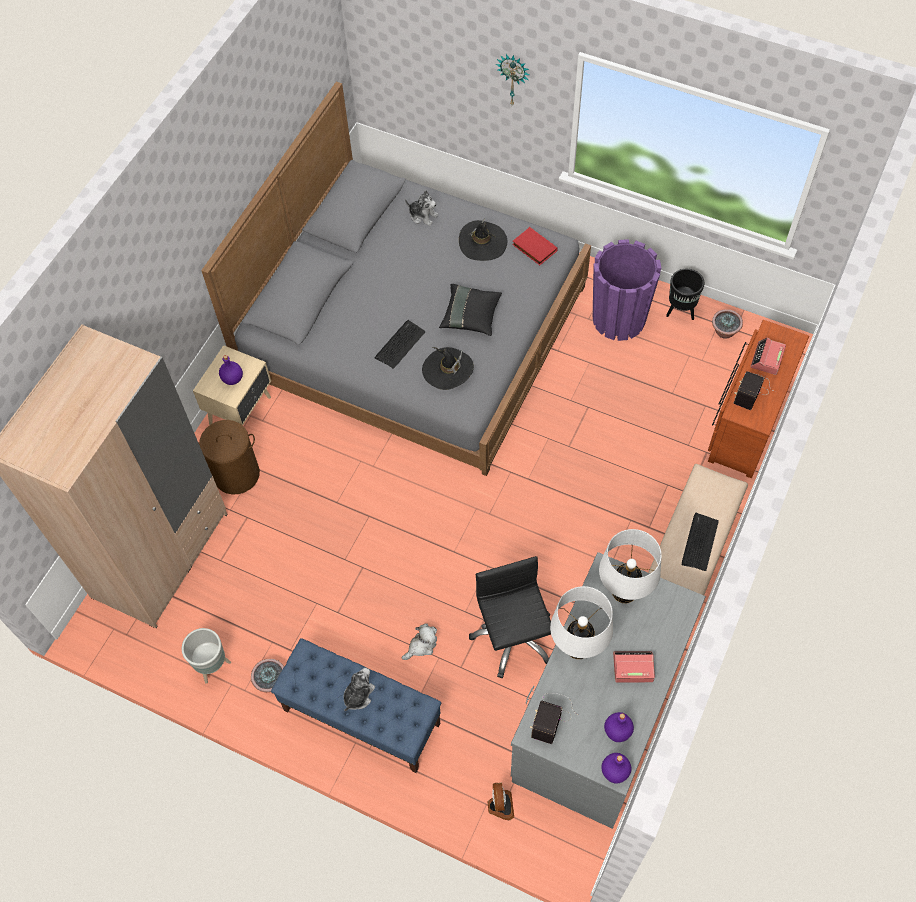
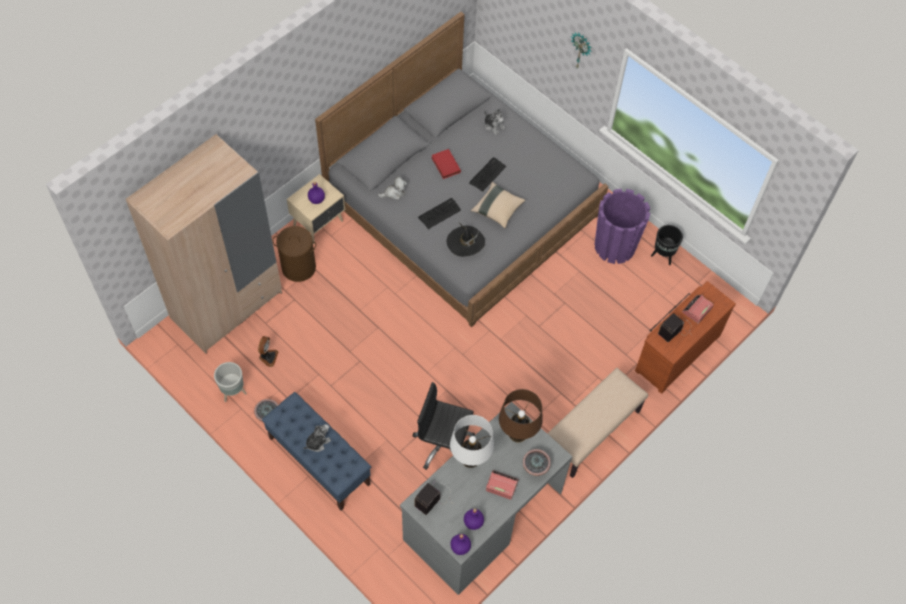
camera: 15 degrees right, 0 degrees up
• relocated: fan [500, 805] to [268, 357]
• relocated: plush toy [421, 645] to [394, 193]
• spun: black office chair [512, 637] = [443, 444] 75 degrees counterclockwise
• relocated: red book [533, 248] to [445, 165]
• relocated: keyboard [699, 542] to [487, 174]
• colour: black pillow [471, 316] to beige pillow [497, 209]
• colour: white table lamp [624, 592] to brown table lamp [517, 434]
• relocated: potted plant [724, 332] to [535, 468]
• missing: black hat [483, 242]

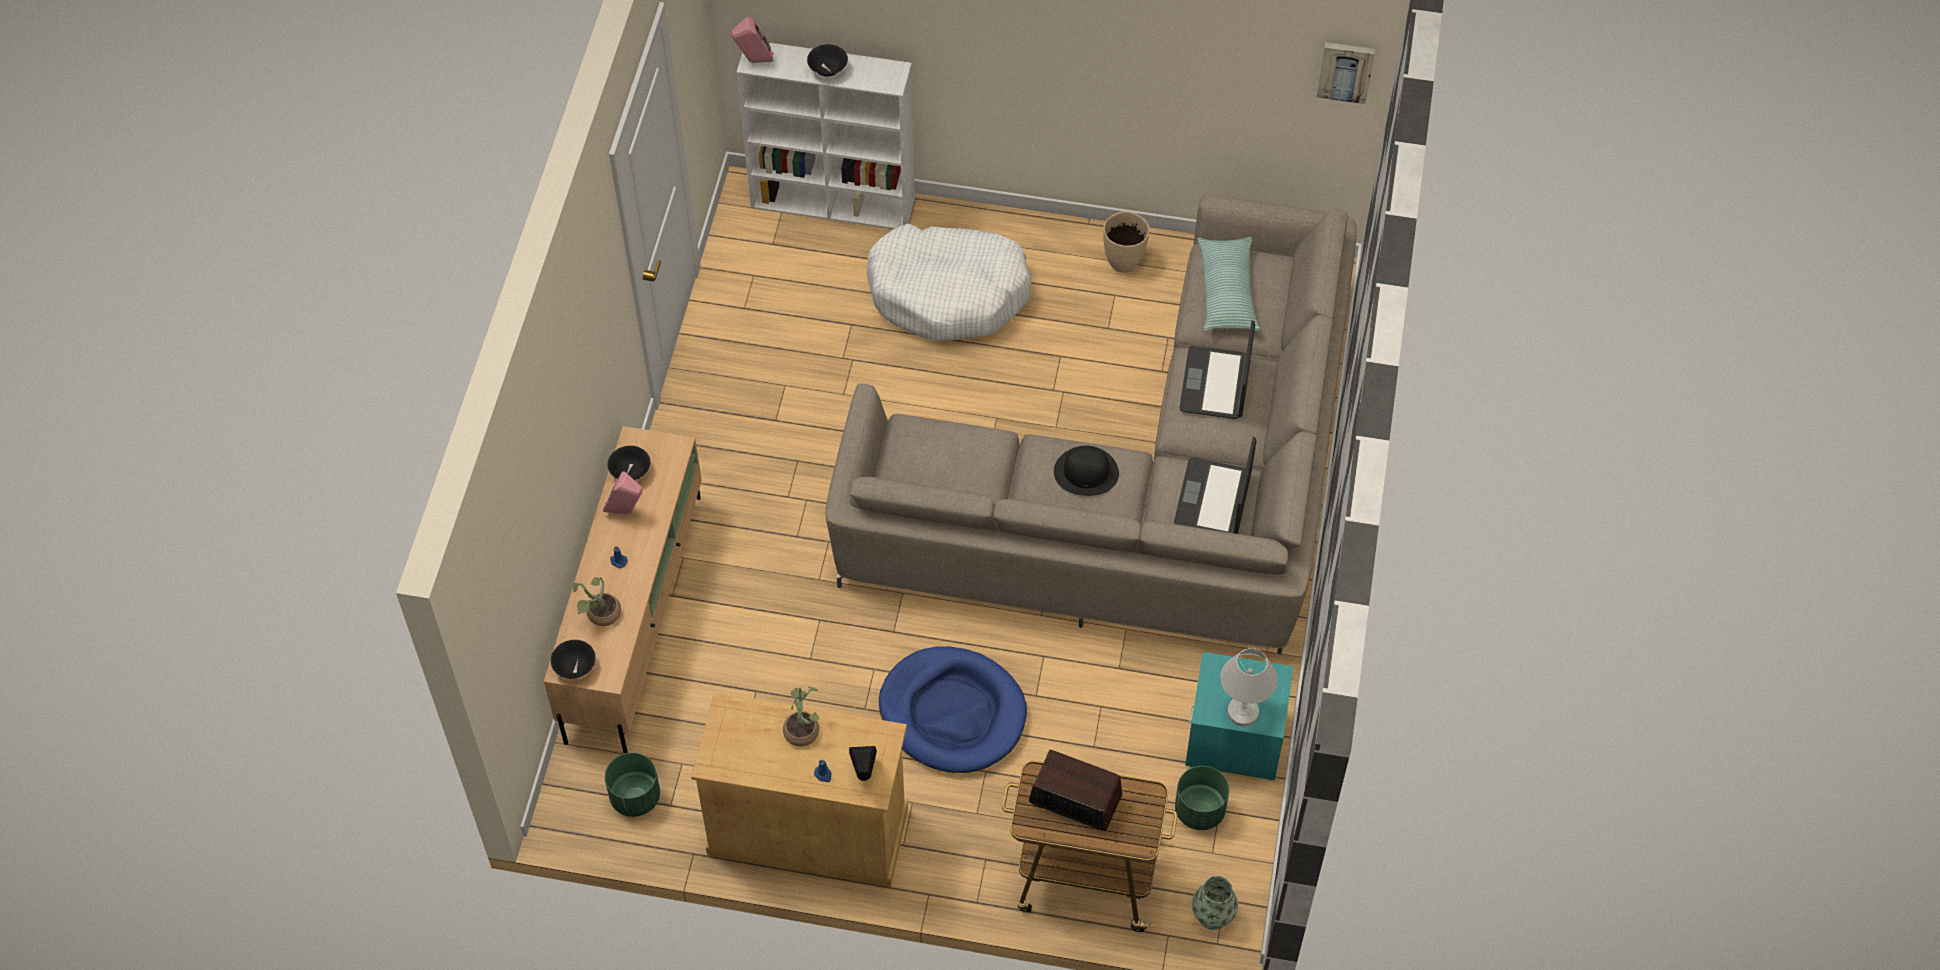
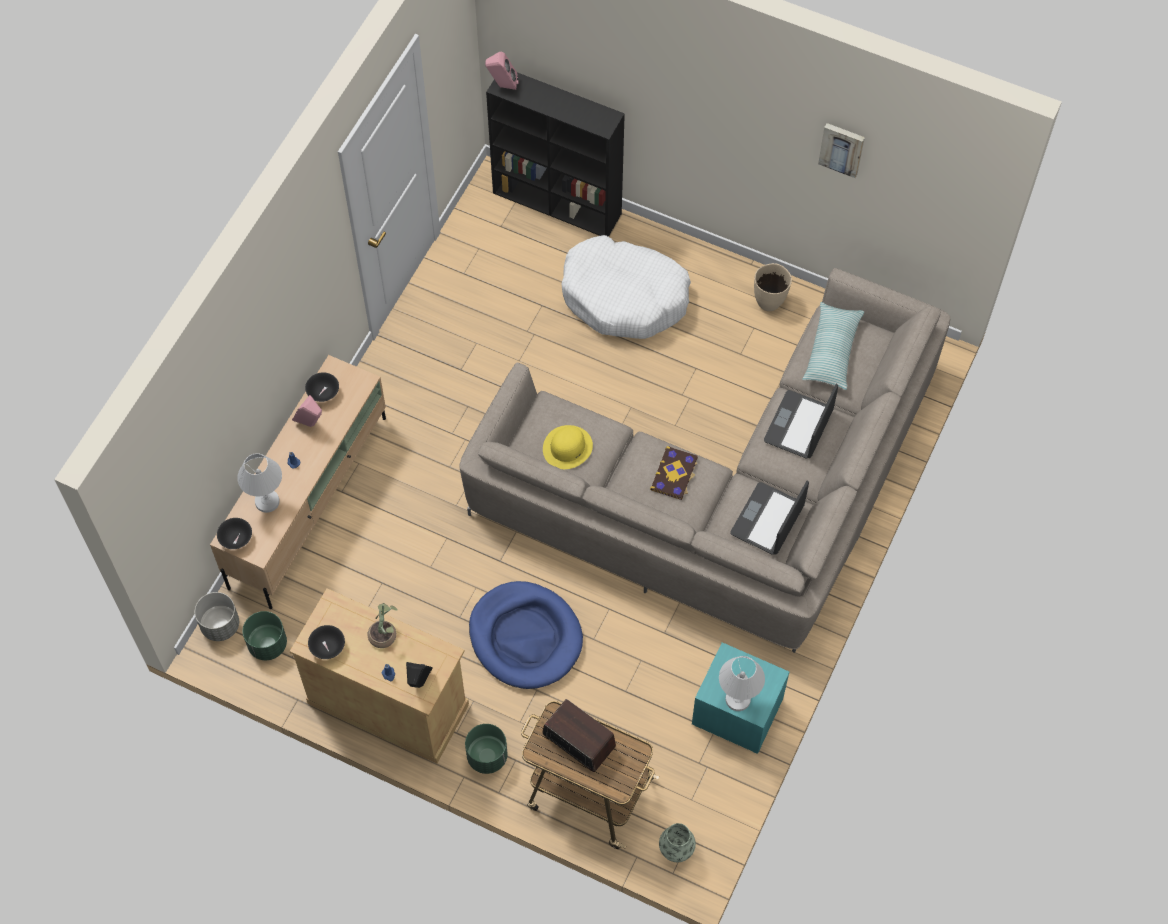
camera: 15 degrees right, 5 degrees up
• appeared: grey planter [220, 625]
• exchanged: potted plant [600, 614] to white table lamp [267, 502]
• relocated: black bowl [828, 69] to [328, 647]
• relocated: green planter [1199, 810] to [487, 756]
• colour: white bookcase [834, 203] to black bookcase [558, 203]
• appeared: yellow hat [567, 447]
• exchanged: black hat [1086, 472] to book [675, 474]
• relocated: picture [1345, 70] to [842, 148]

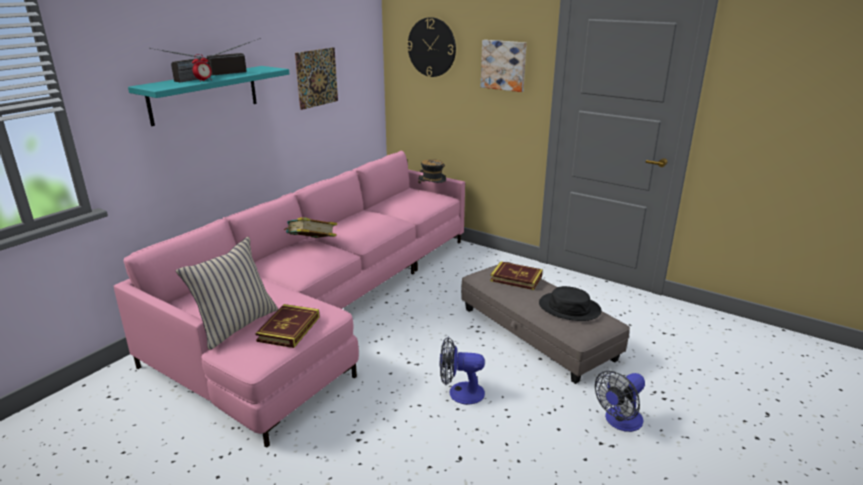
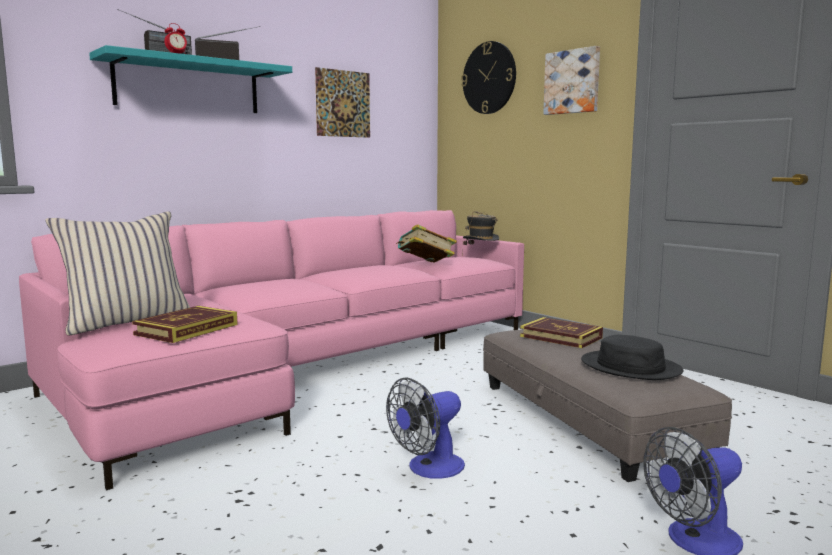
camera: 15 degrees right, 15 degrees down
• spun: fan [460, 393] = [428, 469] 60 degrees counterclockwise
• relocated: book [311, 244] to [425, 265]

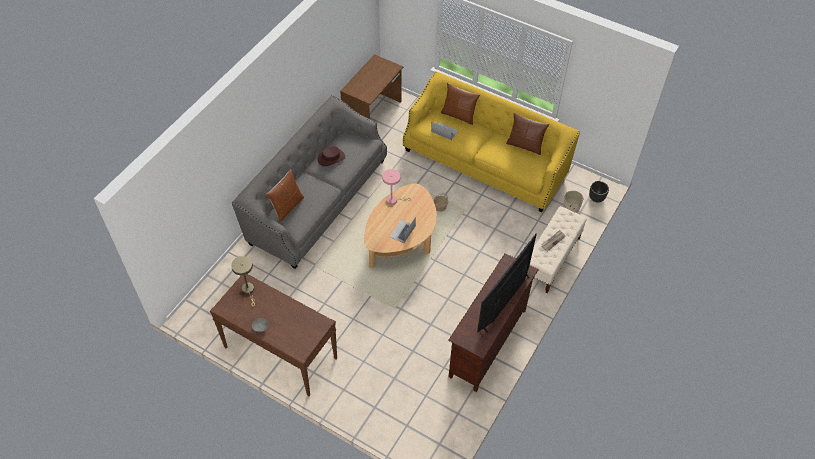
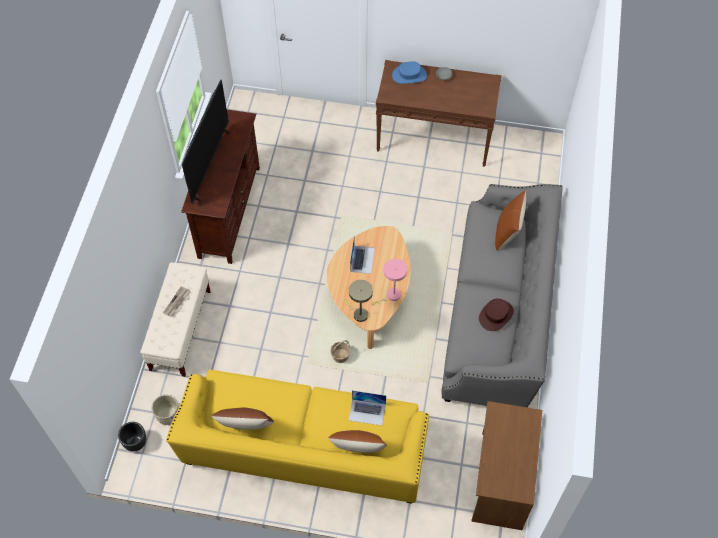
camera: 160 degrees right, 5 degrees up
• relocated: beige table lamp [248, 290] to [358, 313]
• appeared: blue hat [409, 75]

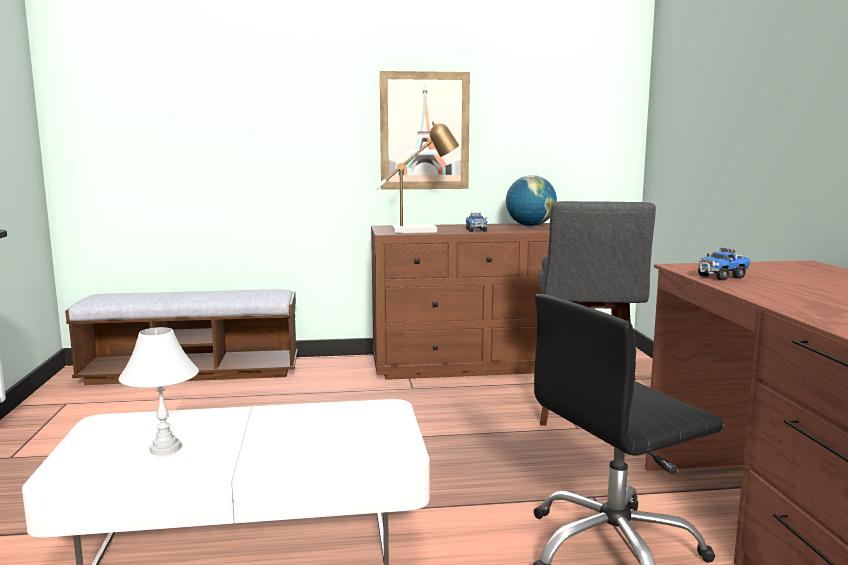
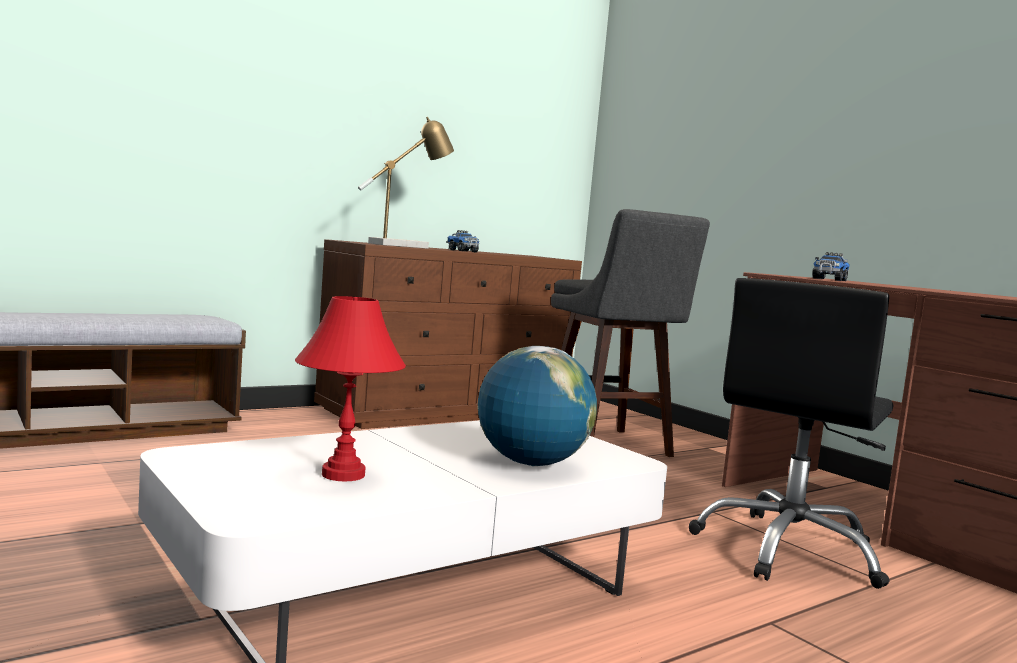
camera: 30 degrees left, 5 degrees down
• colour: white table lamp [165, 449] to red table lamp [344, 474]
• relocated: globe [530, 226] to [531, 464]
• missing: picture [424, 131]

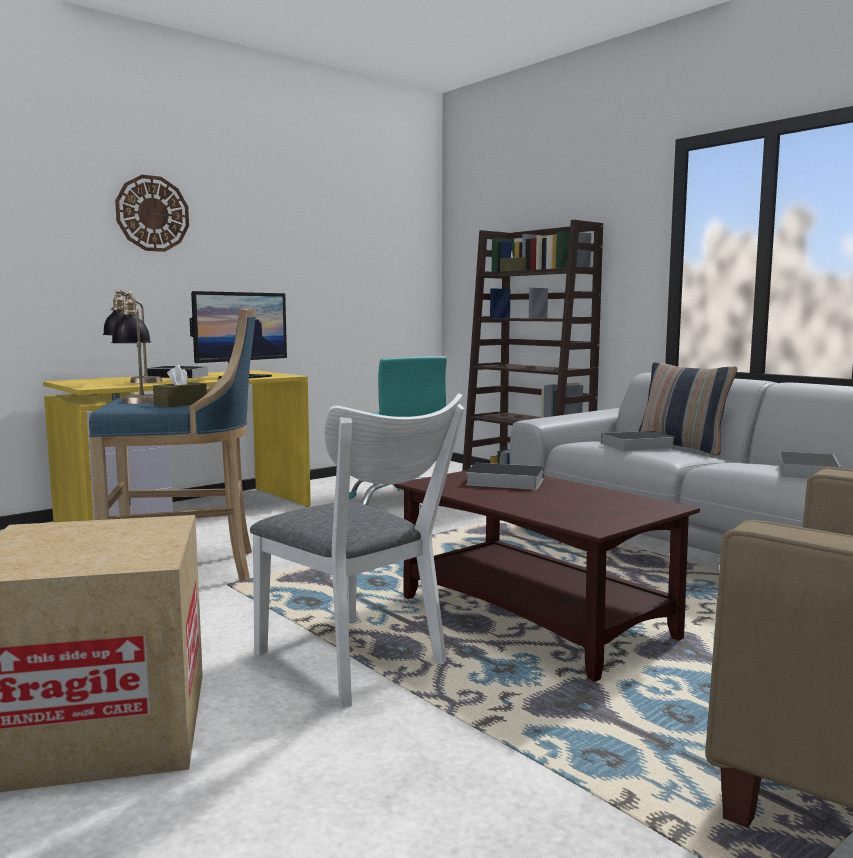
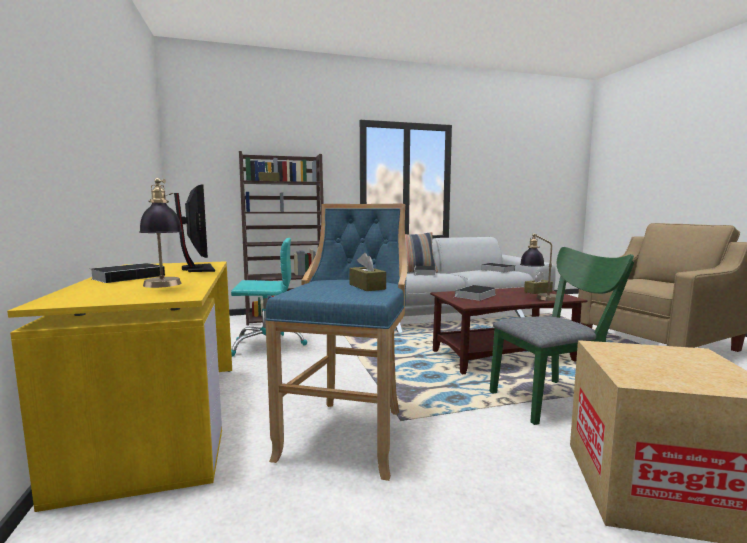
camera: 65 degrees left, 0 degrees up
• colour: white chair [358, 663] to green chair [553, 399]
• relocated: table lamp [138, 399] to [538, 298]
• appeared: brown tissue box [538, 292]
• missing: wall clock [152, 213]

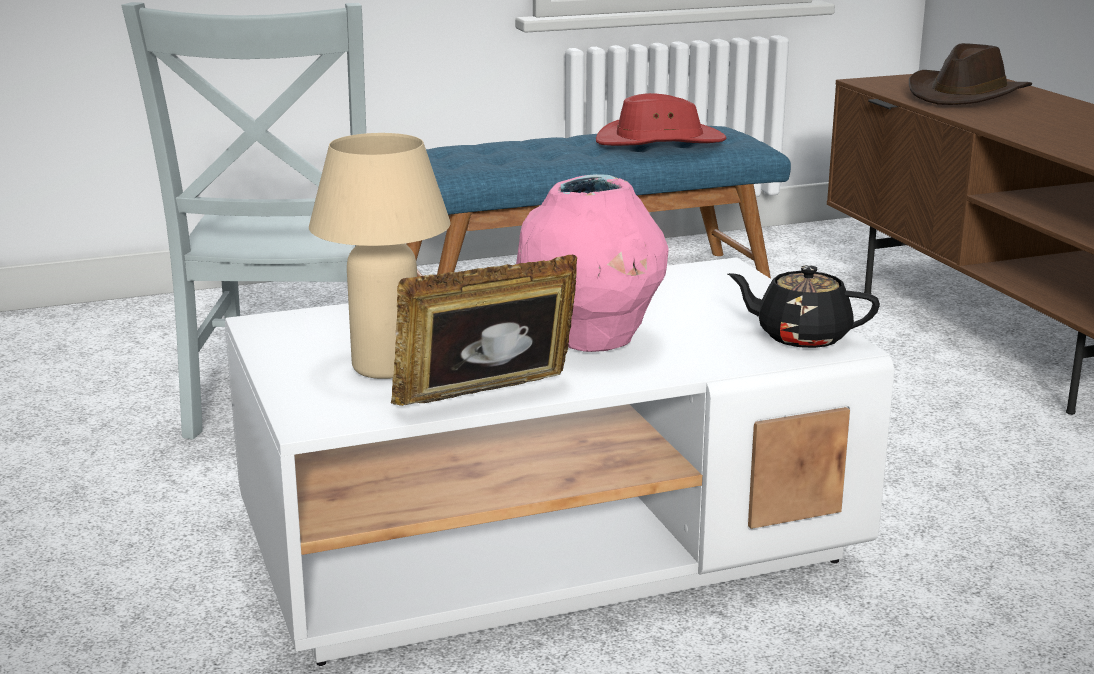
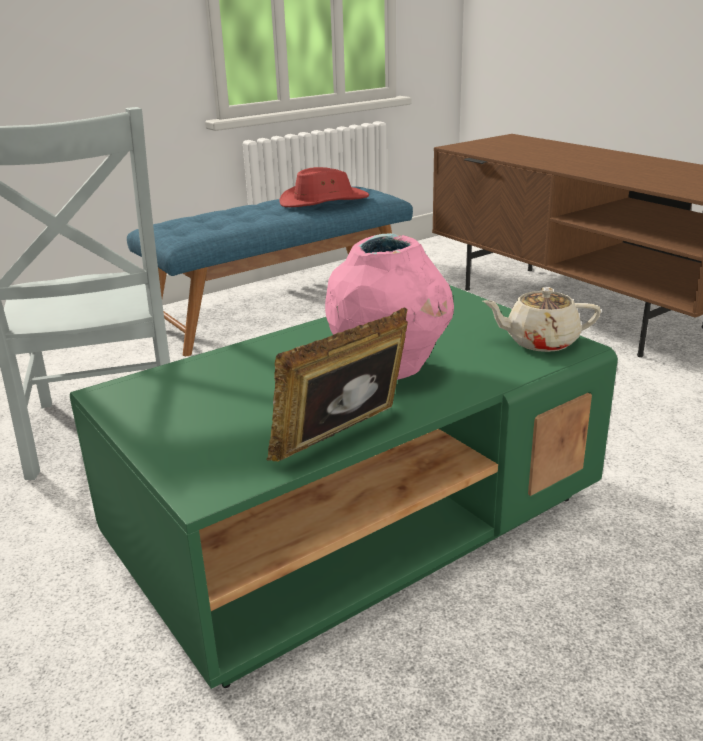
camera: 15 degrees left, 5 degrees up
• colour: white coffee table [548, 542] to green coffee table [356, 523]
• colour: black teapot [801, 336] to beige teapot [539, 342]
• missing: beige table lamp [386, 367]
• missing: brown hat [967, 96]

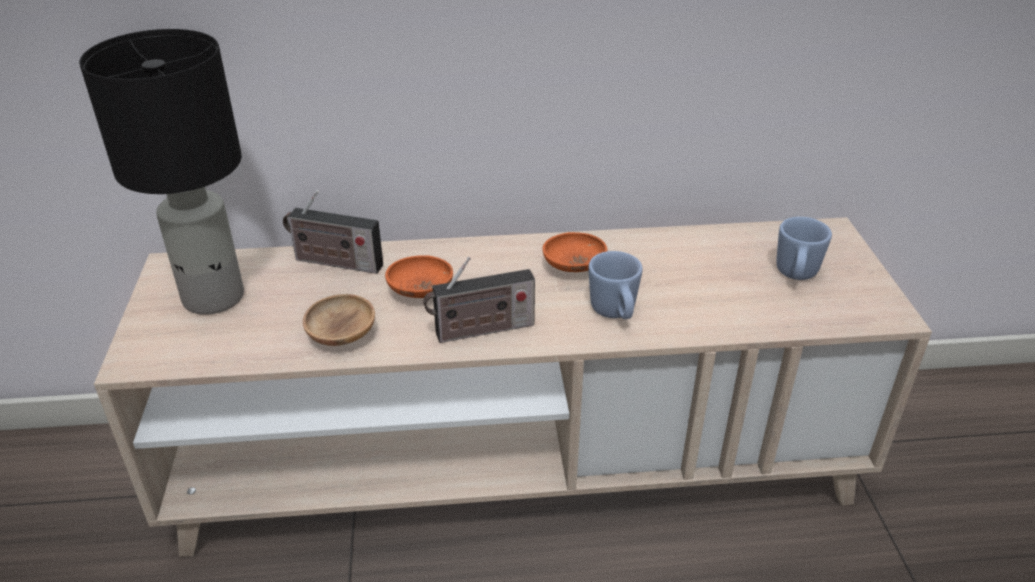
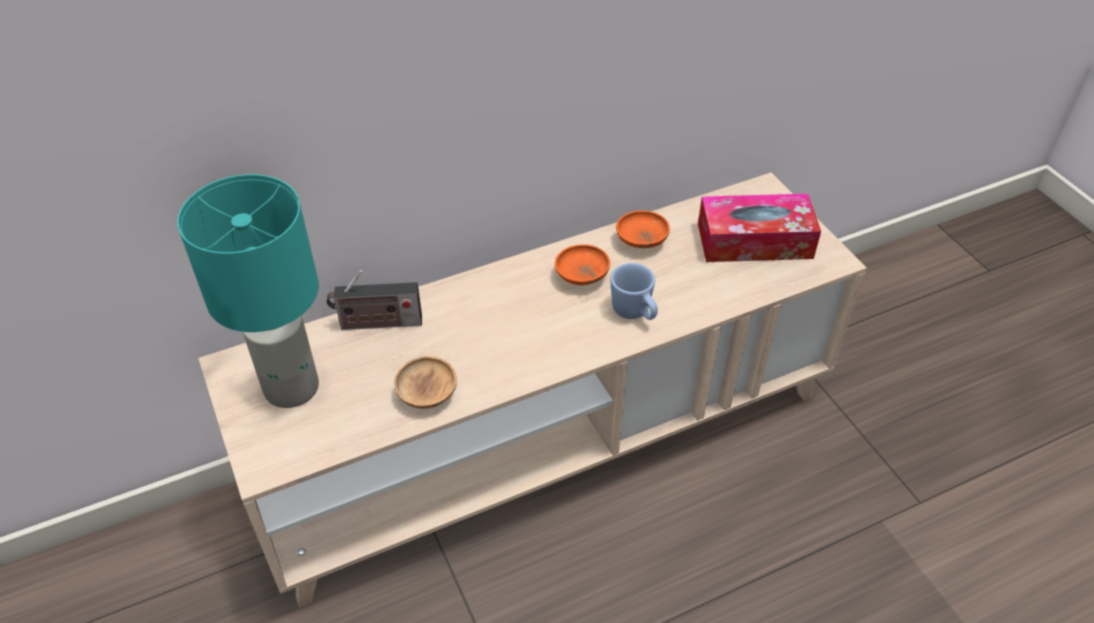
camera: 20 degrees left, 10 degrees up
• colour: black table lamp [215, 297] to turquoise table lamp [293, 387]
• relocated: orange bowl [420, 292] to [641, 241]
• exchanged: blue mug [795, 276] to tissue box [754, 241]
• missing: radio [480, 331]

